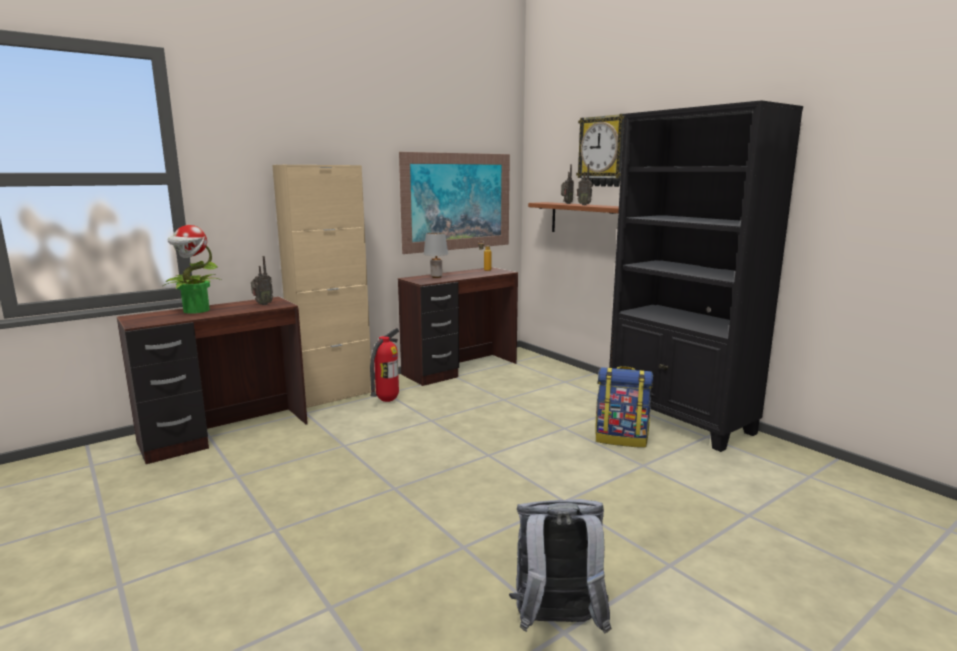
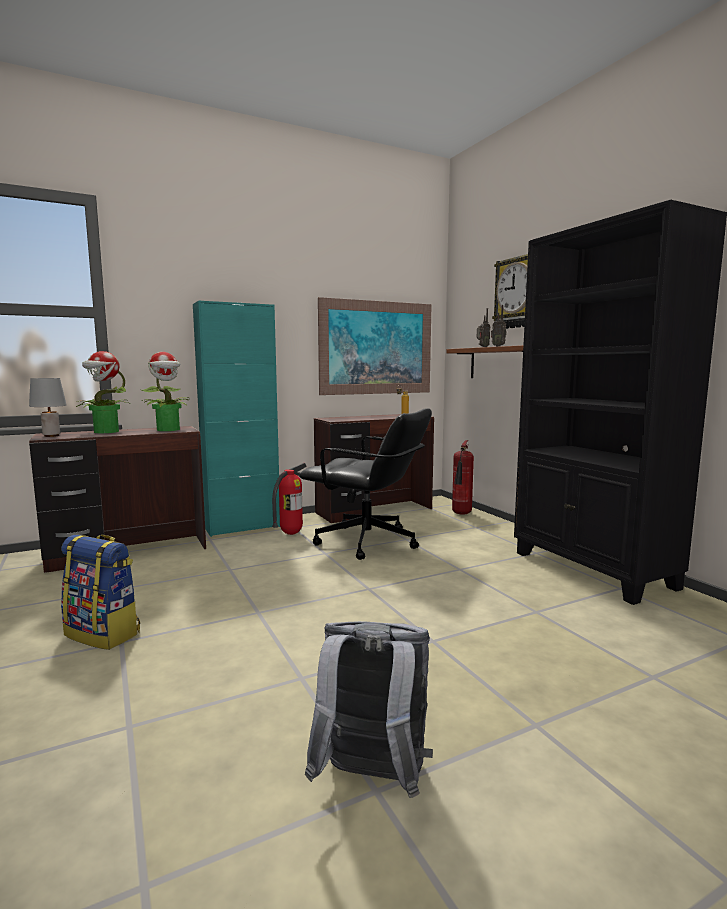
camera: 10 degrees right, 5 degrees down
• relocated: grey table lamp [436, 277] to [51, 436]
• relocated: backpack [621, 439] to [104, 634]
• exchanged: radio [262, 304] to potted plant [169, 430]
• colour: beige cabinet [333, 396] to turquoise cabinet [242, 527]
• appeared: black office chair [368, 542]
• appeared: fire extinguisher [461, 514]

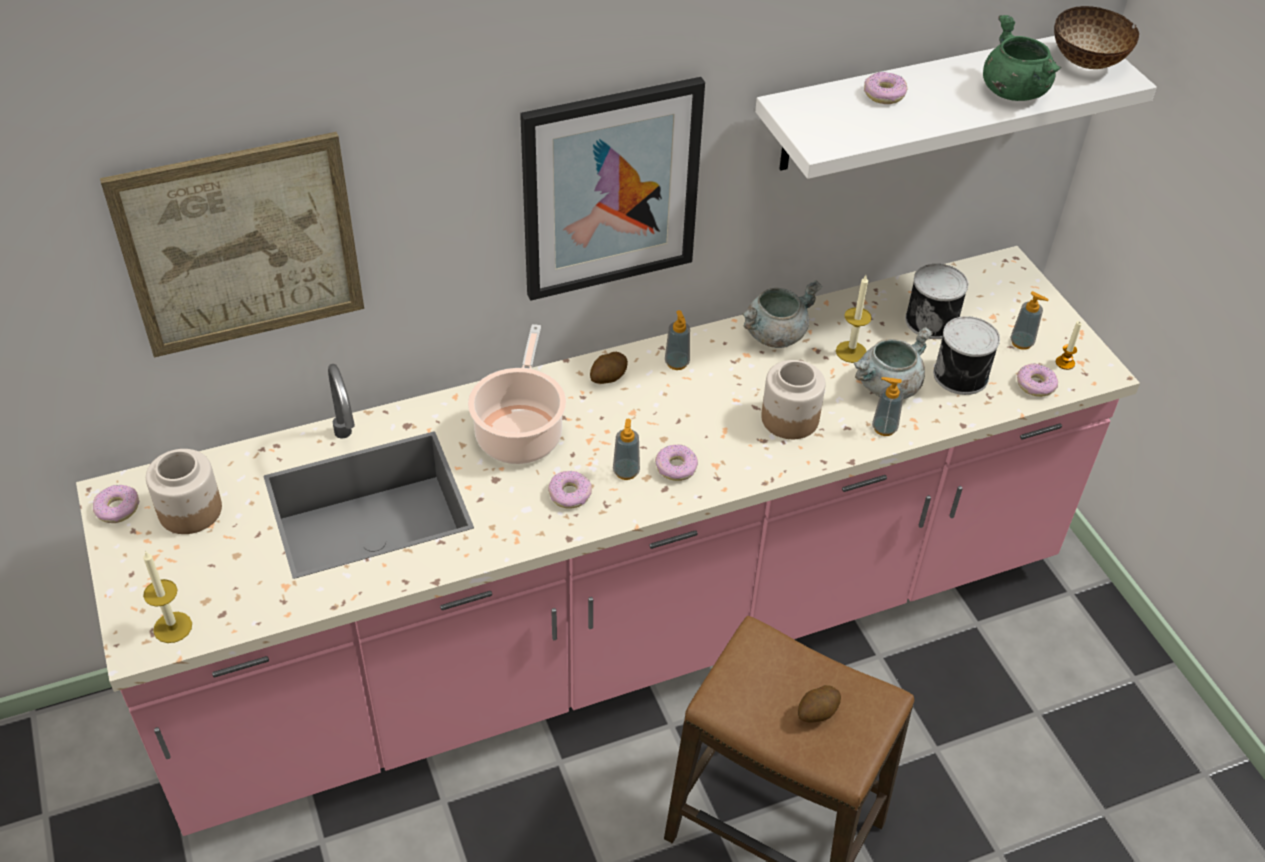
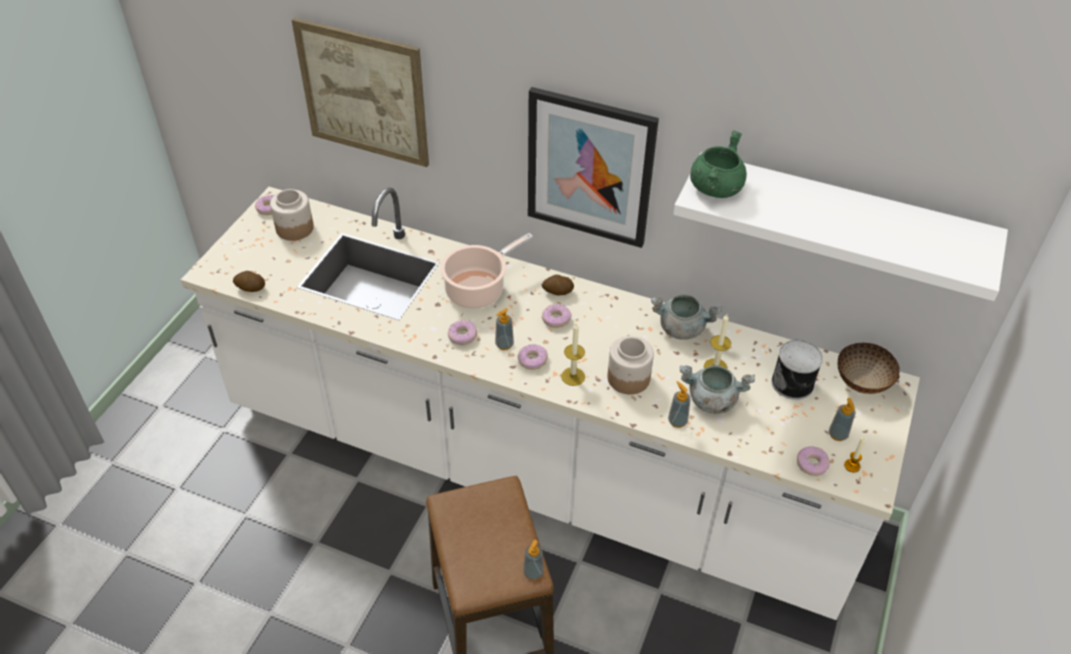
camera: 45 degrees right, 0 degrees up
• colour: pink counter [625, 632] to white counter [533, 468]
• relocated: potato [817, 713] to [250, 288]
• relocated: soap dispenser [677, 363] to [533, 572]
• relocated: donut [884, 94] to [556, 319]
• relocated: candle [172, 627] to [573, 376]
• relocated: green cooking pot [1013, 91] to [715, 188]
• relocated: bowl [1086, 63] to [861, 383]
• missing: can [962, 376]

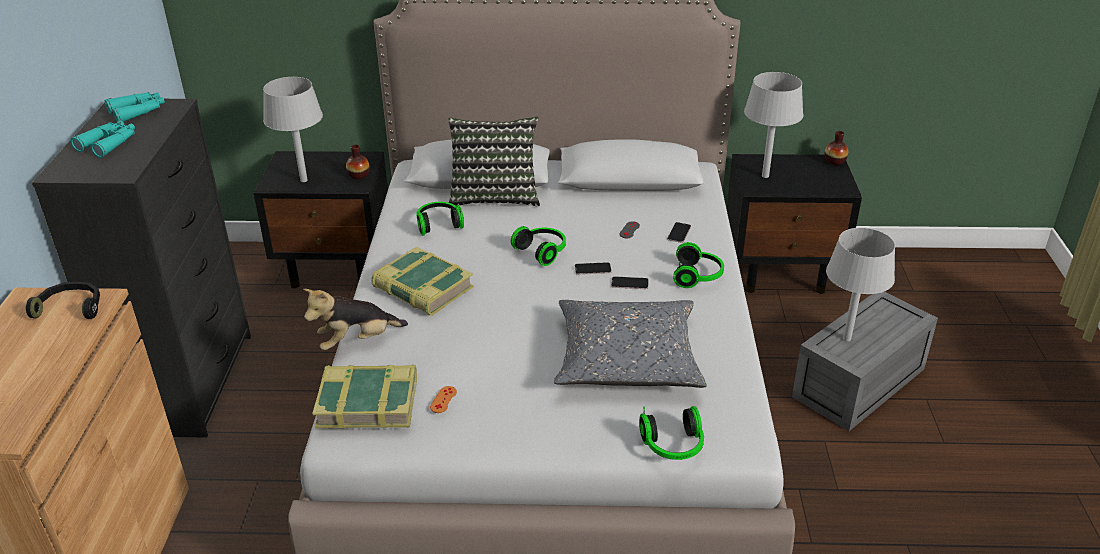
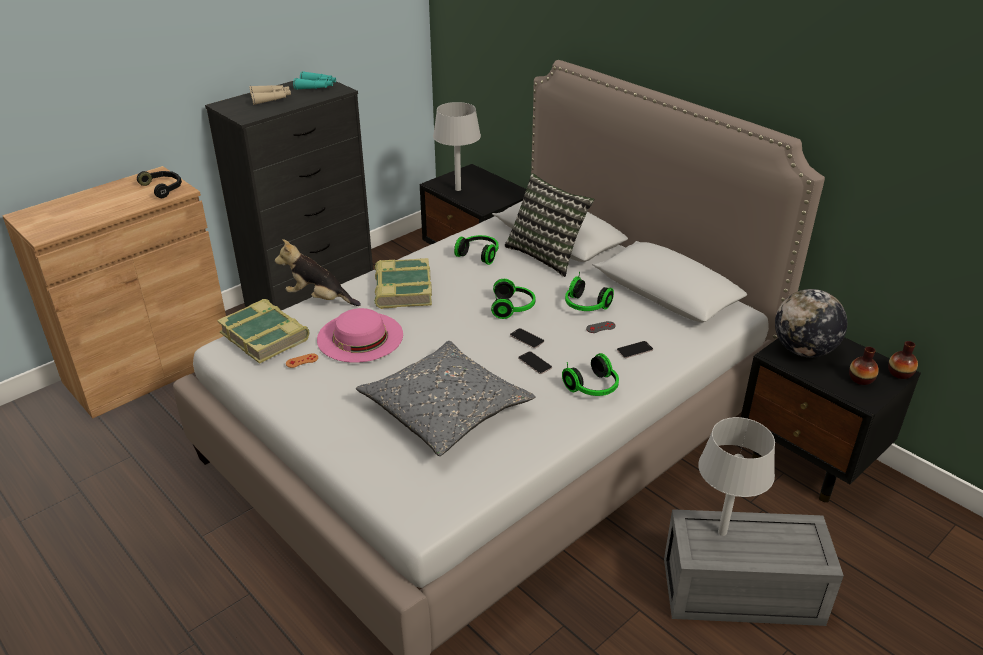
camera: 45 degrees right, 0 degrees up
• colour: turquoise binoculars [109, 143] to beige binoculars [271, 99]
• appeared: pink hat [360, 337]
• relocated: headphones [673, 446] to [585, 306]
• exchanged: grey table lamp [765, 176] to globe [803, 350]
• relocated: vase [358, 175] to [861, 379]

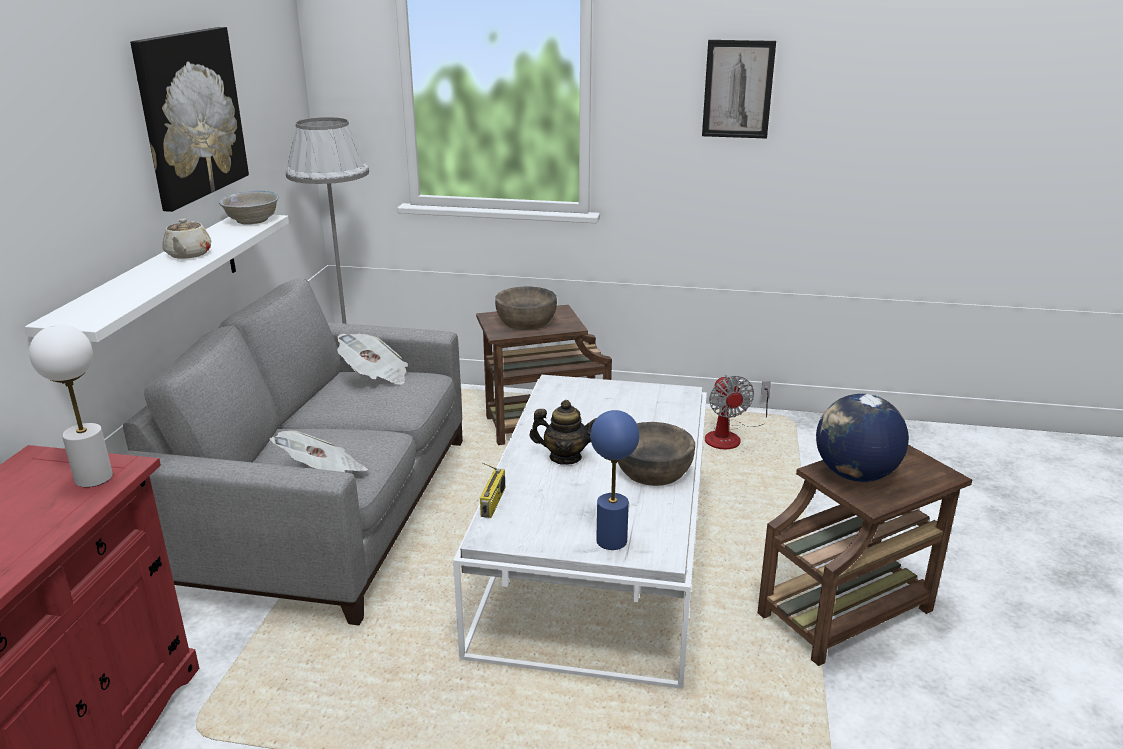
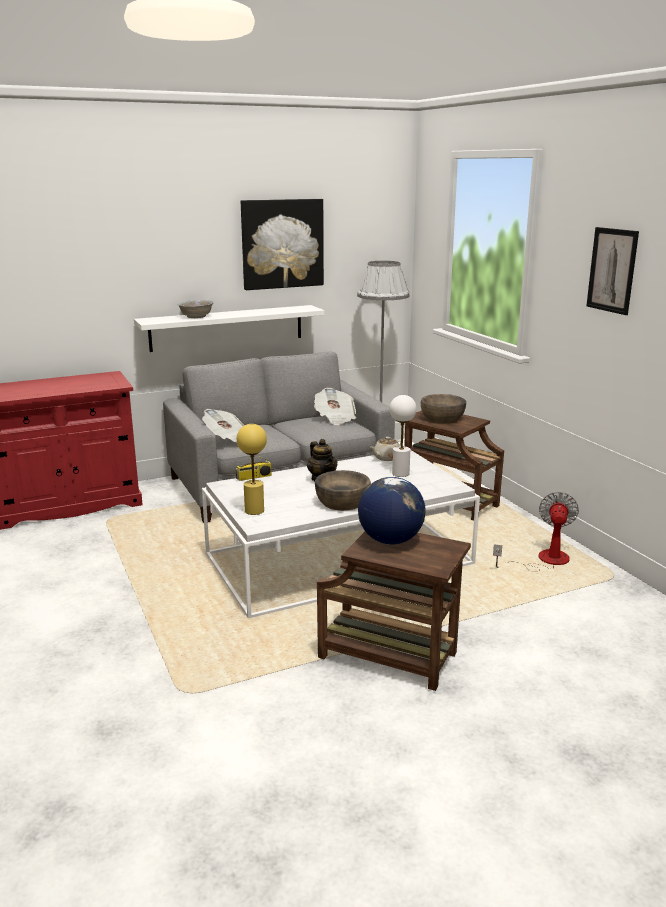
camera: 55 degrees right, 5 degrees down
• relocated: white bowl [252, 220] to [196, 316]
• colour: blue table lamp [611, 541] to yellow table lamp [254, 510]
• relocated: beige teapot [188, 254] to [386, 458]
• relocated: white table lamp [93, 478] to [400, 473]
• spun: fan [730, 436] = [543, 561] 150 degrees clockwise

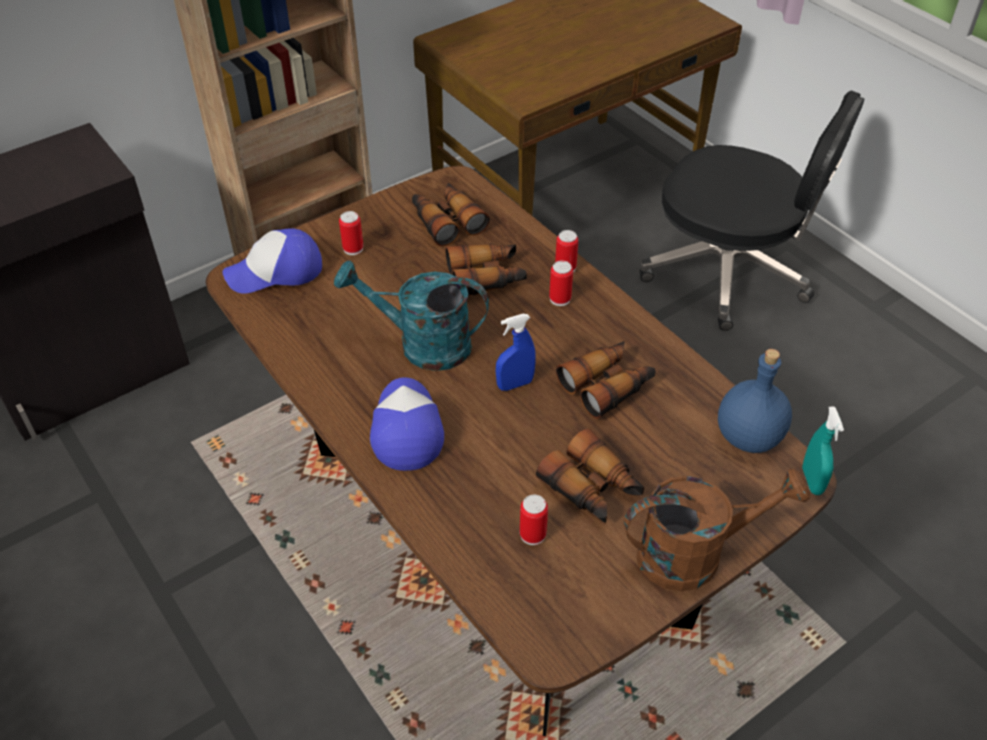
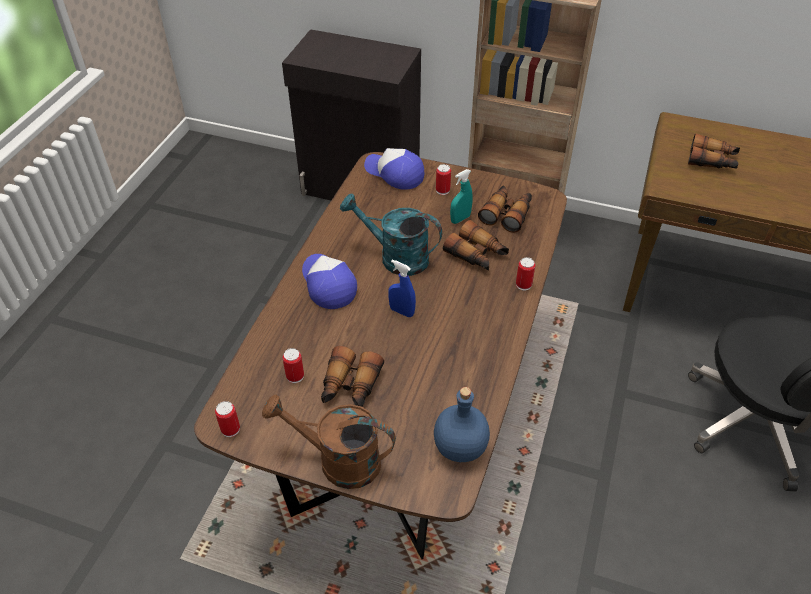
camera: 55 degrees right, 0 degrees up
• relocated: can [560, 299] to [230, 429]
• spun: brown watering can [694, 553] = [338, 461] 150 degrees clockwise
• spun: cap [406, 428] = [328, 284] 75 degrees counterclockwise
• spun: turquoise watering can [422, 344] = [395, 257] 45 degrees counterclockwise
• relocated: turquoise spray bottle [812, 481] to [460, 219]
• relocated: binoculars [607, 385] to [712, 160]

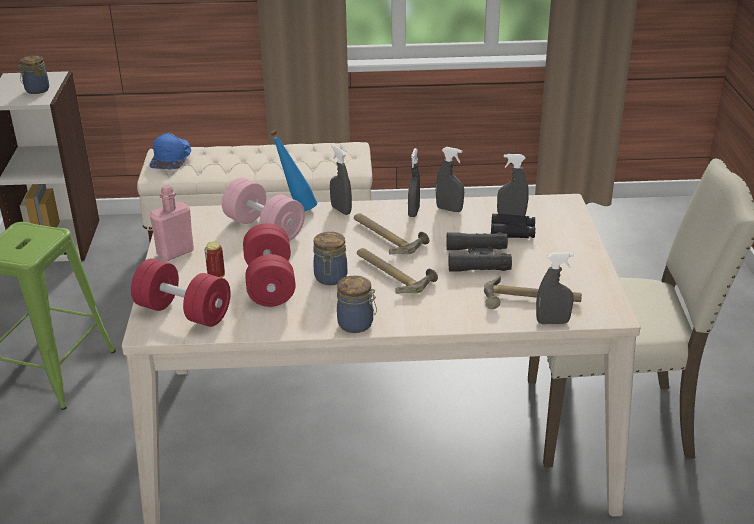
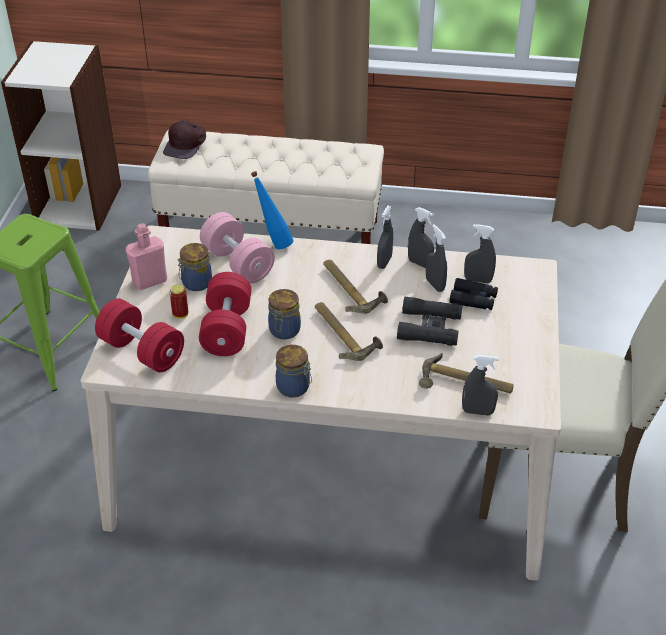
camera: 10 degrees right, 10 degrees up
• colour: blue cap [172, 158] to brown cap [186, 144]
• relocated: jar [36, 90] to [196, 283]
• relocated: grey spray bottle [341, 210] to [435, 285]

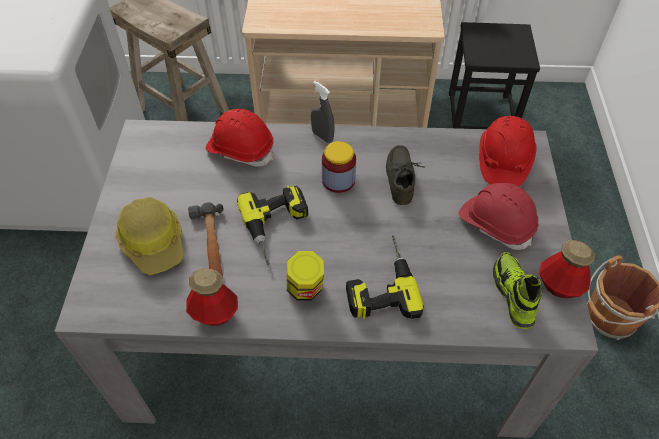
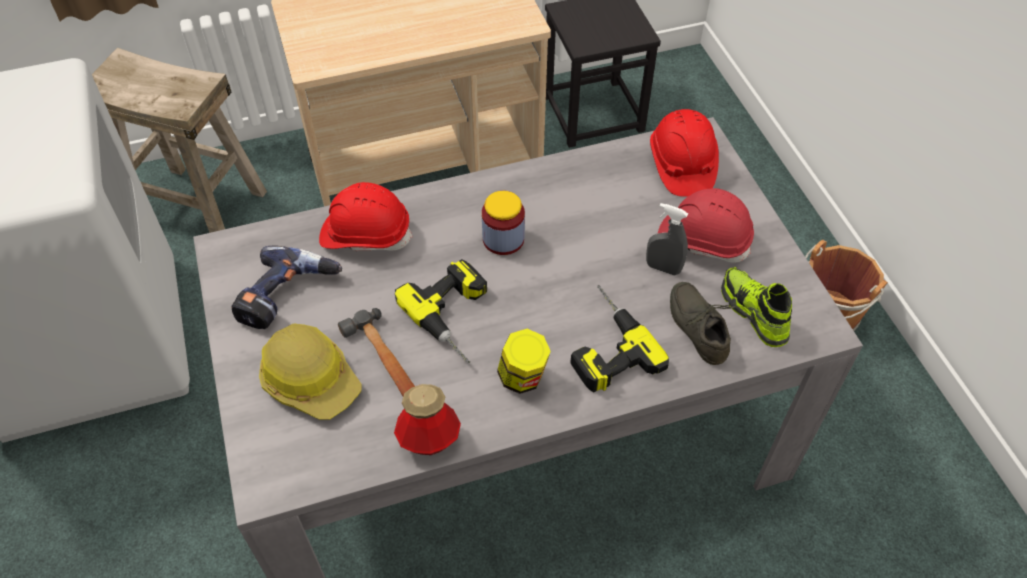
camera: 20 degrees left, 0 degrees up
• appeared: power drill [288, 297]
• relocated: grey spray bottle [322, 136] to [663, 268]
• relocated: grey shoe [402, 179] to [700, 327]
• missing: bottle [559, 286]

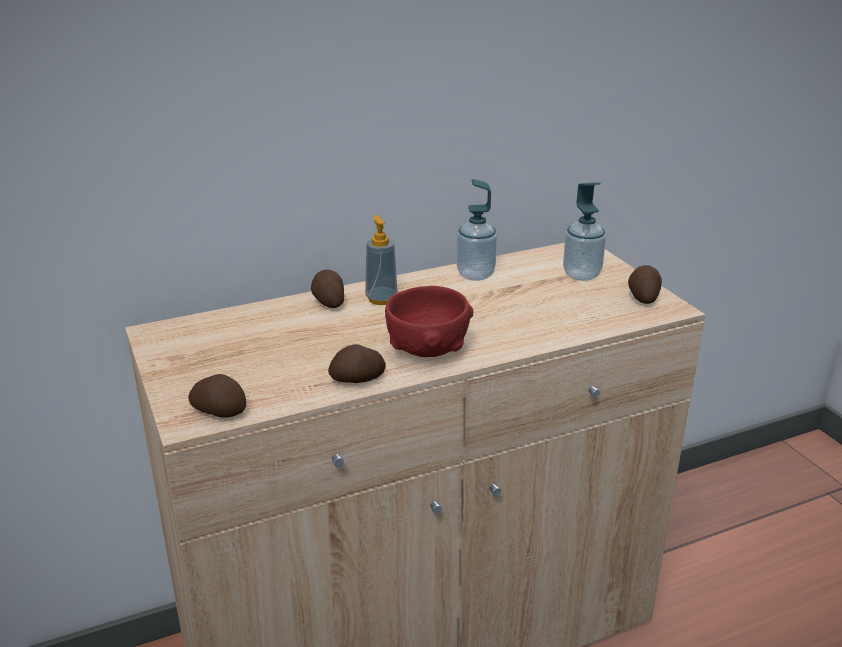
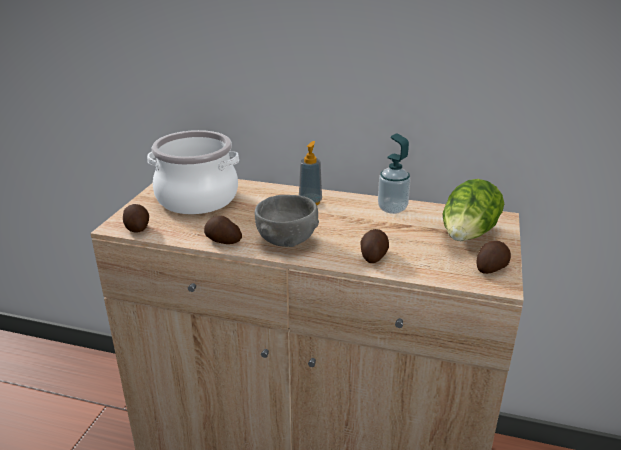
camera: 40 degrees right, 0 degrees up
• appeared: cooking pot [197, 198]
• colour: red bowl [428, 349] to grey bowl [287, 240]
• relocated: potato [328, 301] to [373, 256]
• exchanged: soap dispenser [581, 274] to lettuce [468, 235]

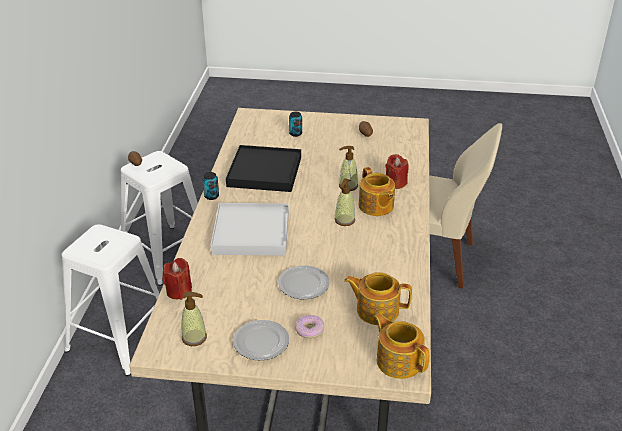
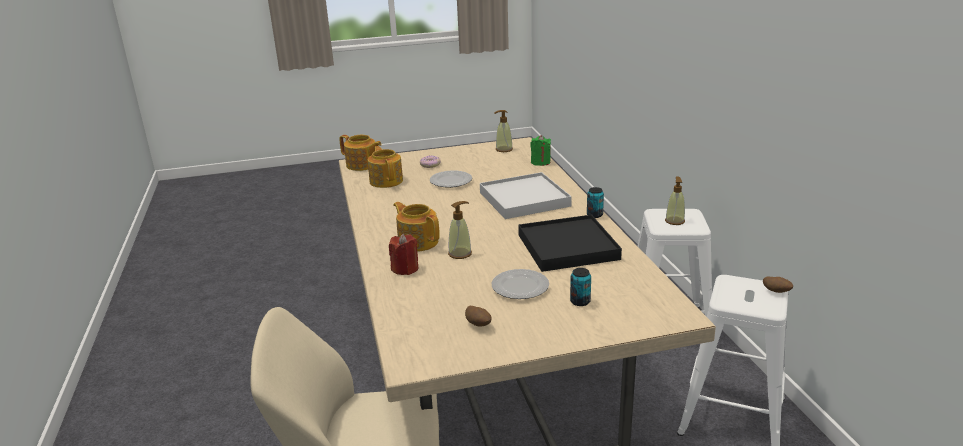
camera: 160 degrees right, 10 degrees down
• spun: teapot [376, 310] = [386, 181] 105 degrees counterclockwise
• relocated: plate [261, 343] to [520, 287]
• colour: red candle [179, 291] to green candle [540, 162]
• relocated: soap dispenser [344, 220] to [674, 221]

